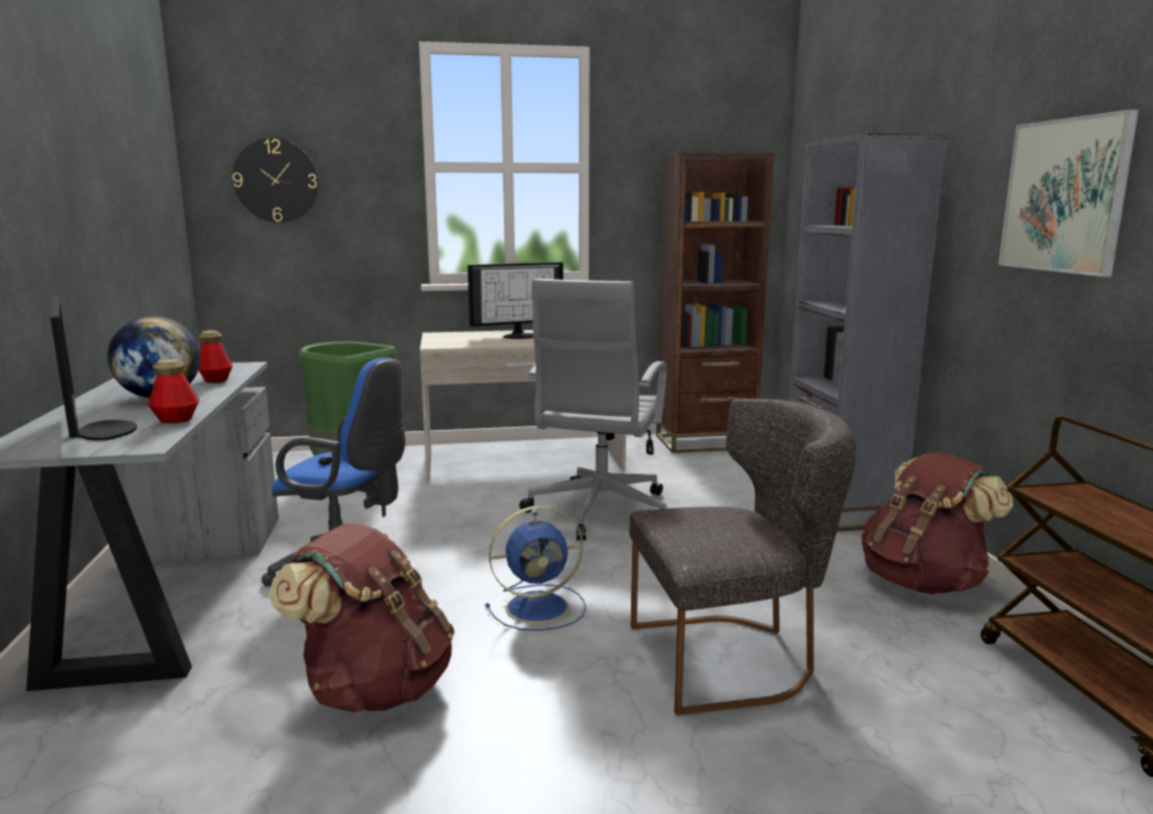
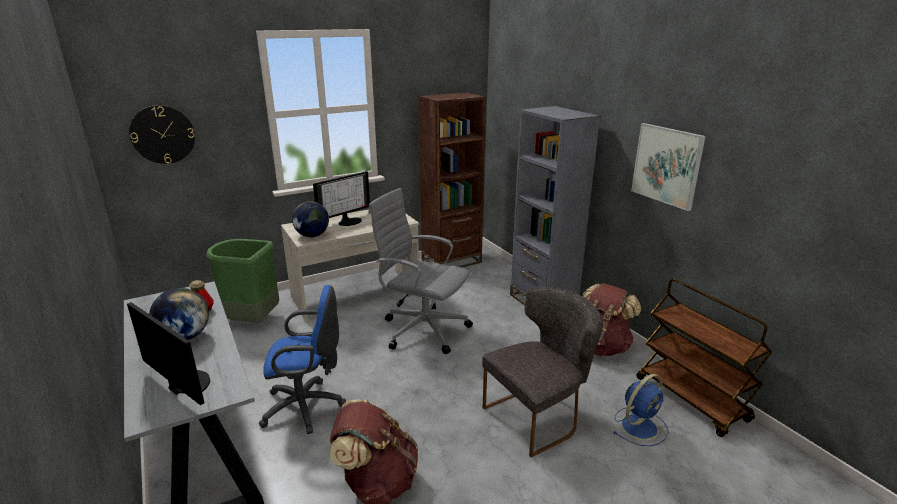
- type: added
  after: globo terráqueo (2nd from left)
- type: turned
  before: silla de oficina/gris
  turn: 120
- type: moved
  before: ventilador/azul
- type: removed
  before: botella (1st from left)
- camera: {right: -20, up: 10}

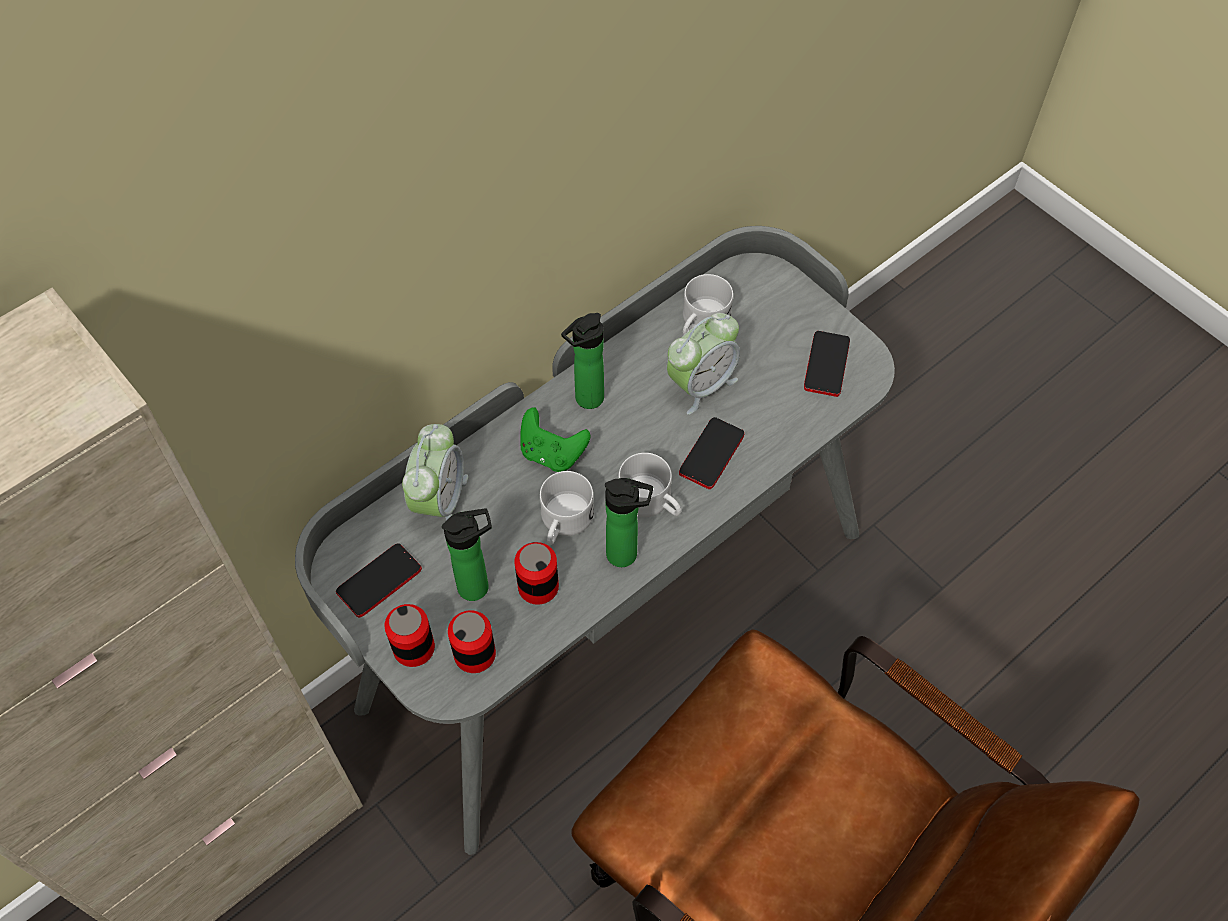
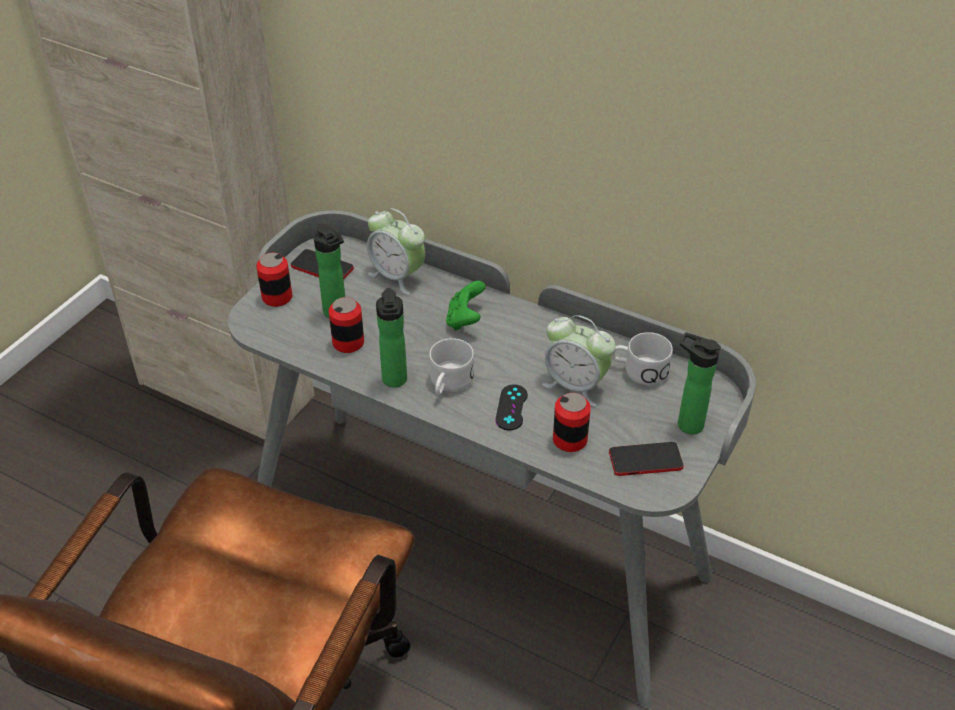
- type: turned
  before: despertador (1st from left)
  turn: 45
- type: replaced
  before: móvil (2nd from left)
  after: mando de consola/negro
- type: moved
  before: lata (2nd from left in the first image)
  after: lata (3rd from left)
- type: moved
  before: botella (2nd from left in the first image)
  after: botella (3rd from left)
- type: removed
  before: taza grande/blanco (1st from left)
- camera: {right: 70, up: -15}

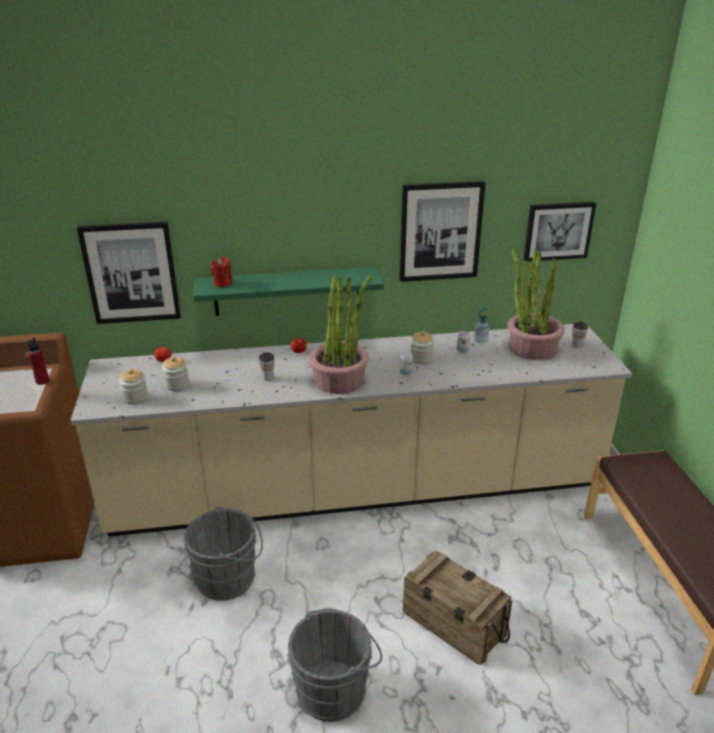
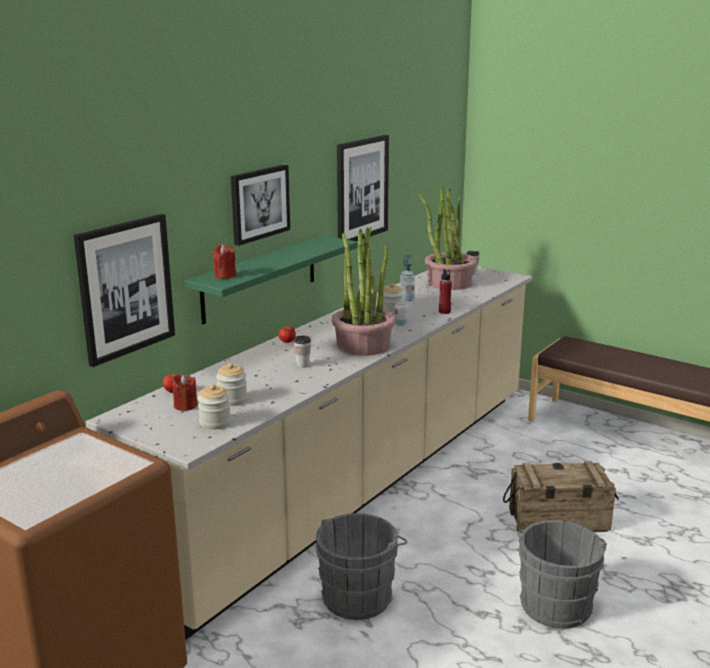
- type: added
  after: vela/rojo (1st from left)
- type: moved
  before: cuadro (3rd from left in the first image)
  after: cuadro (2nd from left)
- type: moved
  before: botella/rojo
- camera: {right: -45, up: -10}

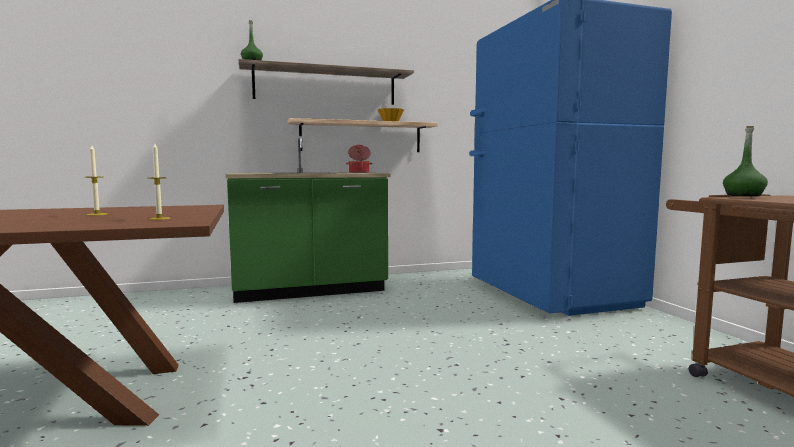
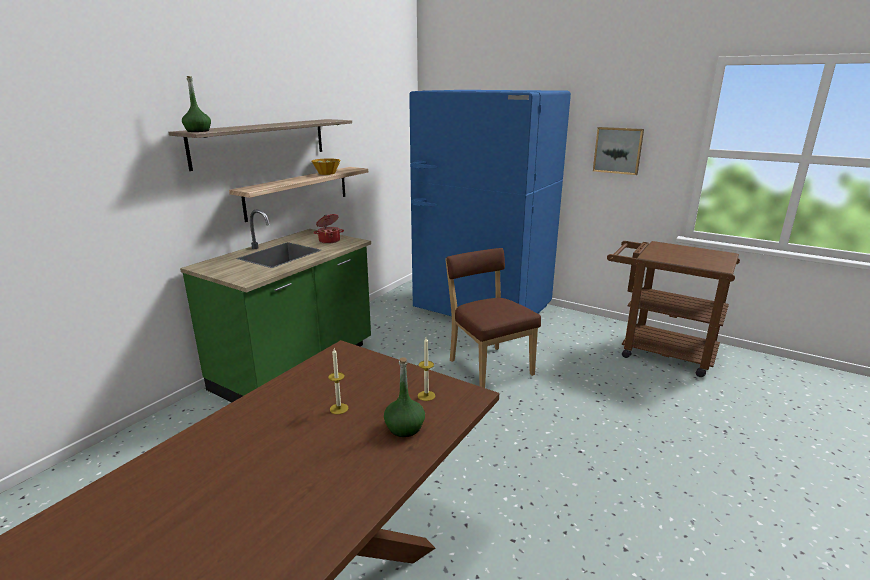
- type: moved
  before: botella/verde (2nd from left)
- type: added
  after: silla/marrón
- type: added
  after: cuadro
- camera: {right: -40, up: 15}

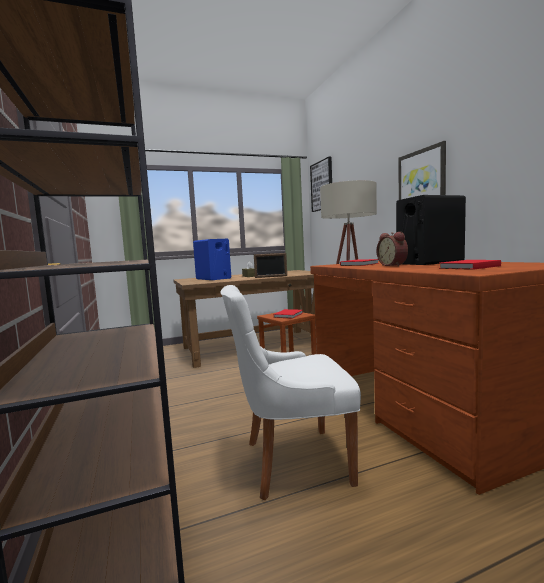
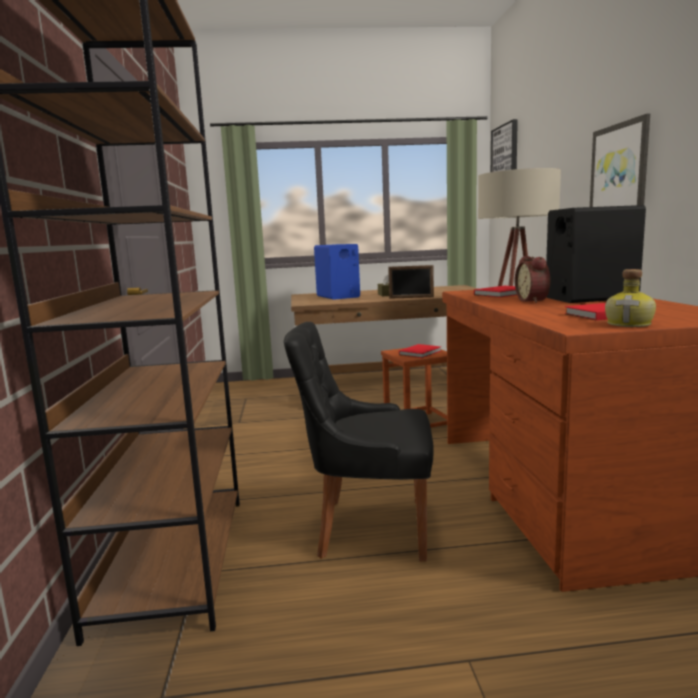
- type: recoloured
  before: silla/blanco
  after: silla/negro
- type: added
  after: botella
- camera: {right: 15, up: 5}

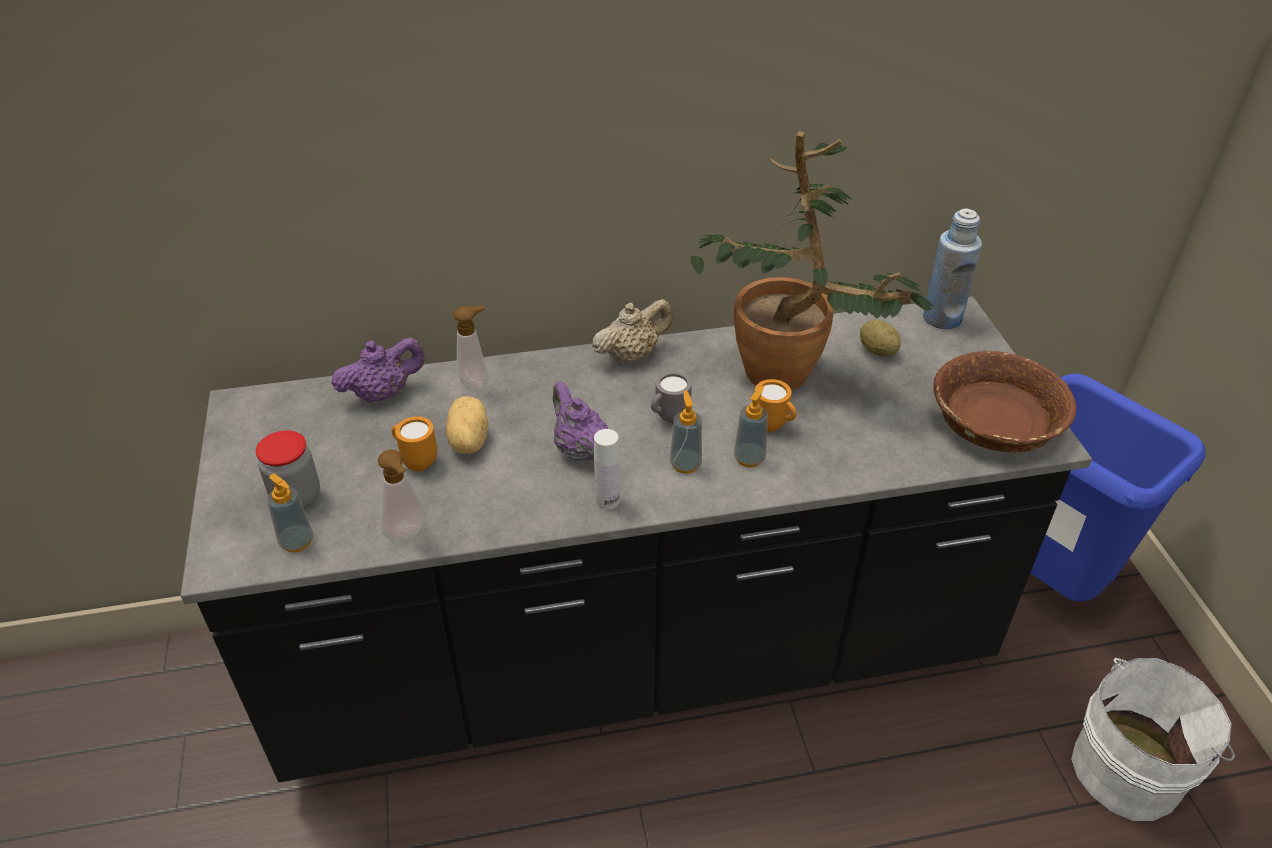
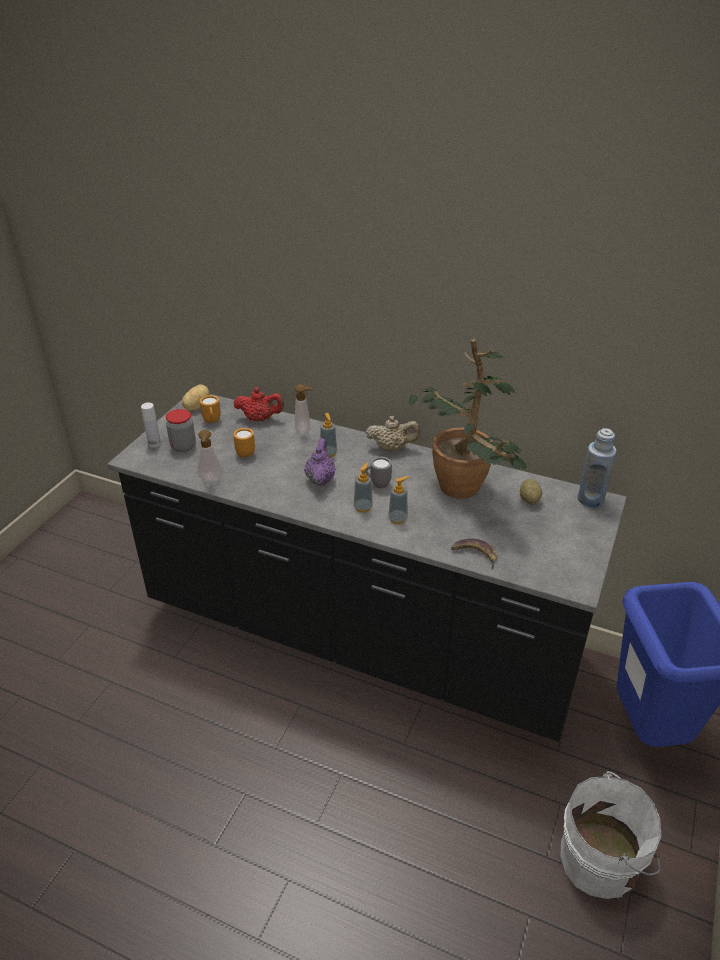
- type: moved
  before: botella/blanco
- type: moved
  before: patata (1st from left)
- type: moved
  before: taza grande/naranja (2nd from left in the first image)
  after: taza grande/naranja (1st from left)
- type: recoloured
  before: tetera/morado (1st from left)
  after: tetera/rojo
- type: moved
  before: dispensador de jabón (1st from left in the first image)
  after: dispensador de jabón (3rd from left)
- type: added
  after: plátano
- type: removed
  before: cuenco/marrón
- camera: {right: 35, up: -5}

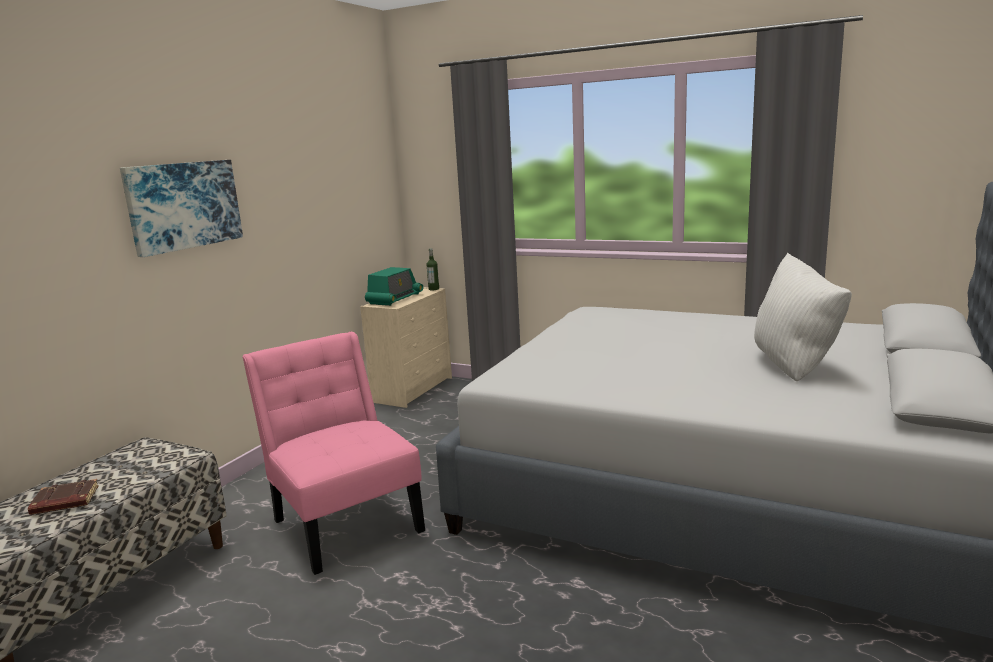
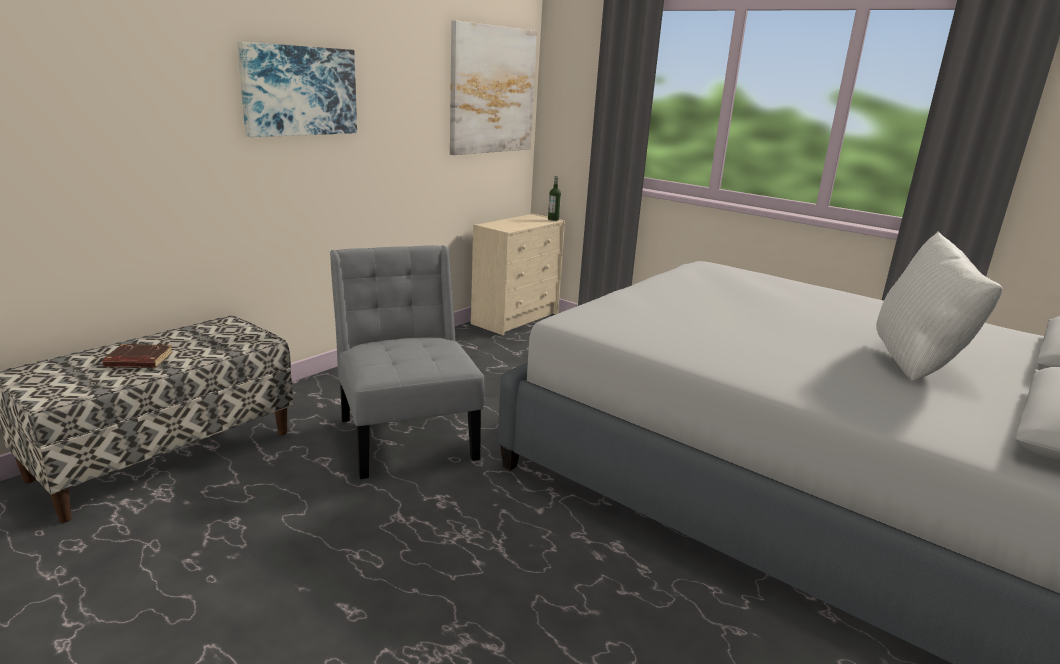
- type: recoloured
  before: silla/rosa
  after: silla/gris
- type: added
  after: cuadro (2nd from left)
- type: removed
  before: radio
- camera: {right: 10, up: 5}

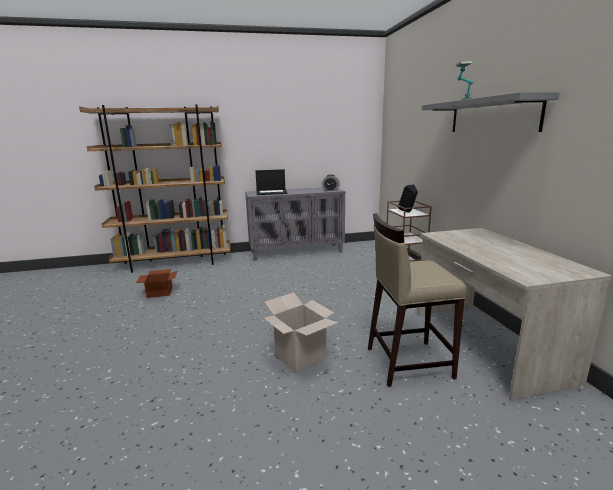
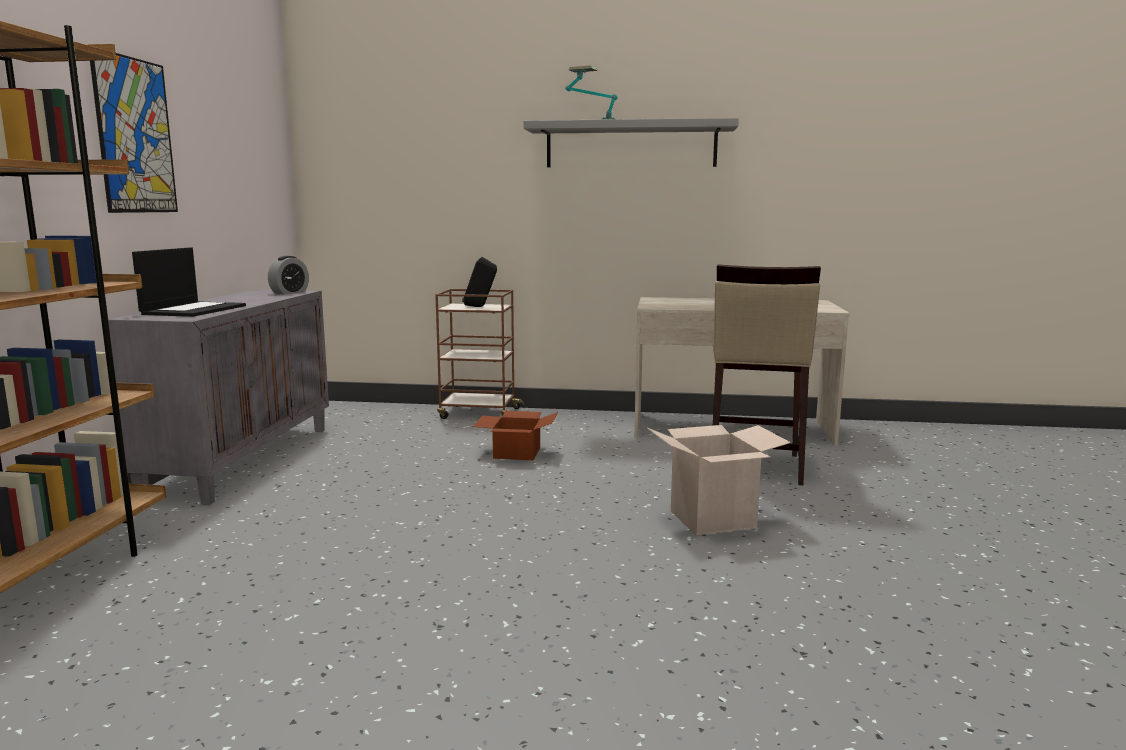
- type: added
  after: cuadro
- type: moved
  before: caja de cartón (1st from left)
- camera: {right: -70, up: -5}

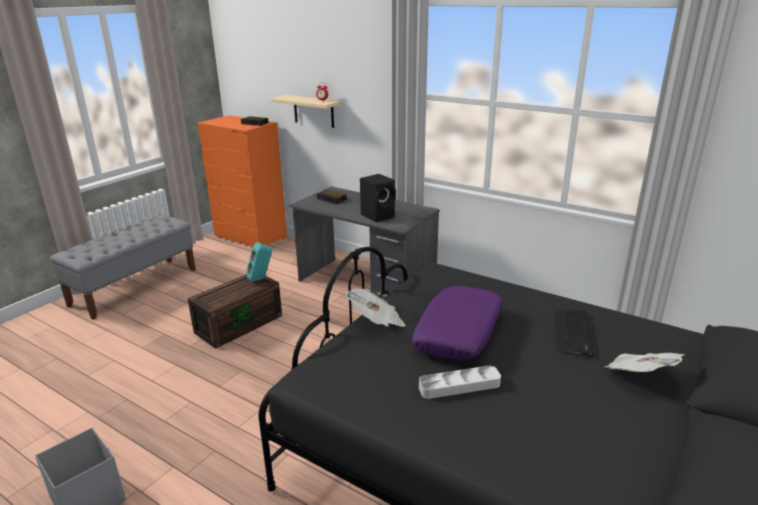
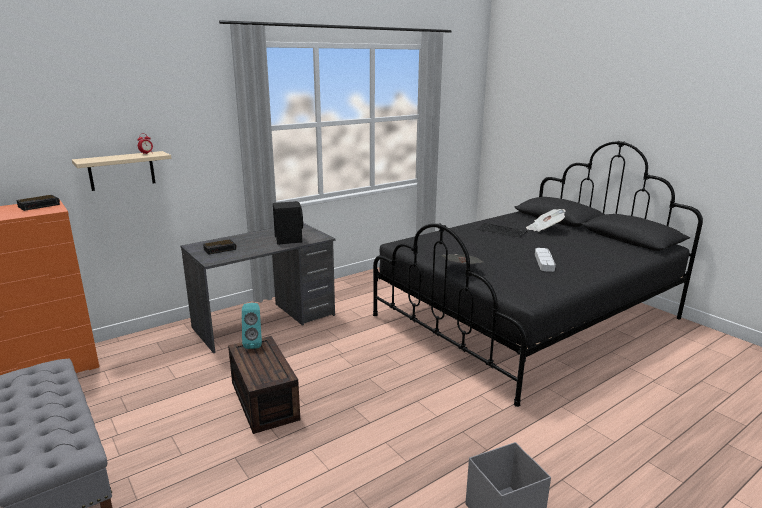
- type: removed
  before: cojín/morado
- camera: {right: -70, up: -5}

